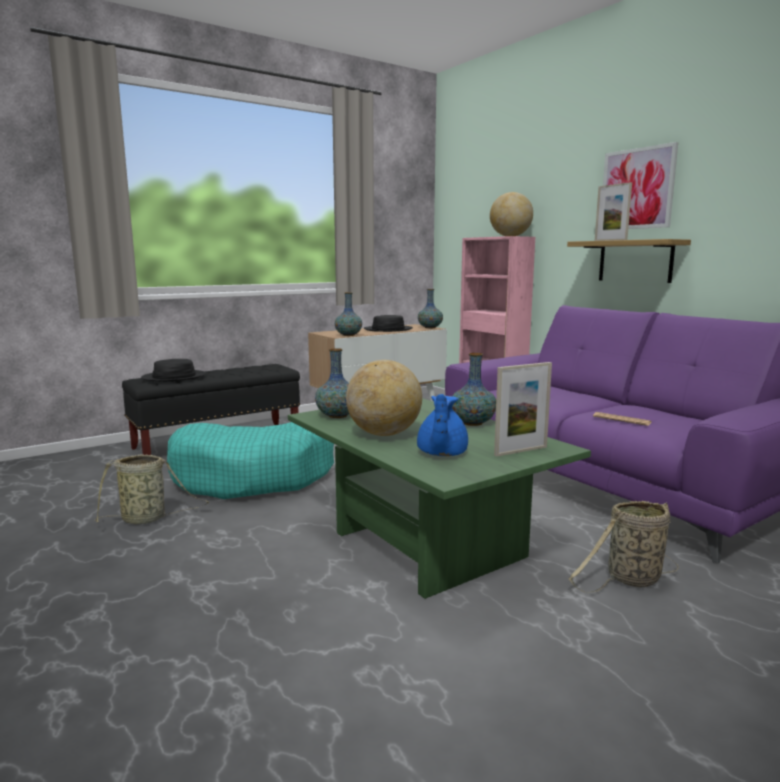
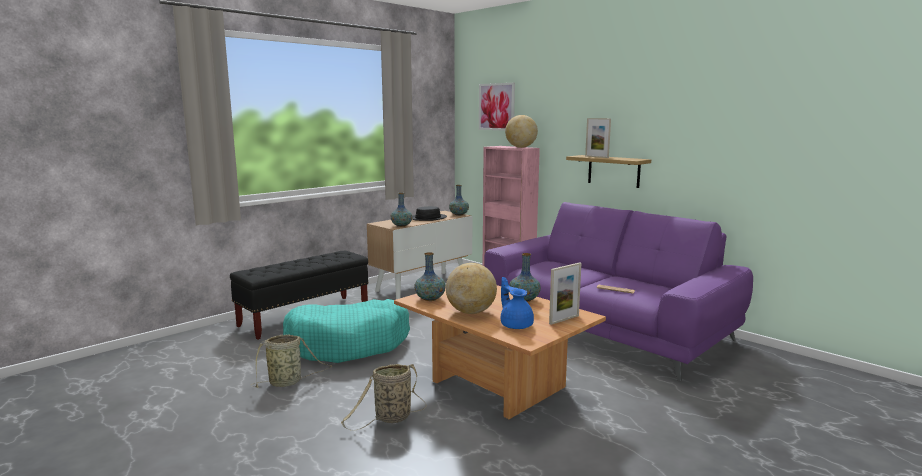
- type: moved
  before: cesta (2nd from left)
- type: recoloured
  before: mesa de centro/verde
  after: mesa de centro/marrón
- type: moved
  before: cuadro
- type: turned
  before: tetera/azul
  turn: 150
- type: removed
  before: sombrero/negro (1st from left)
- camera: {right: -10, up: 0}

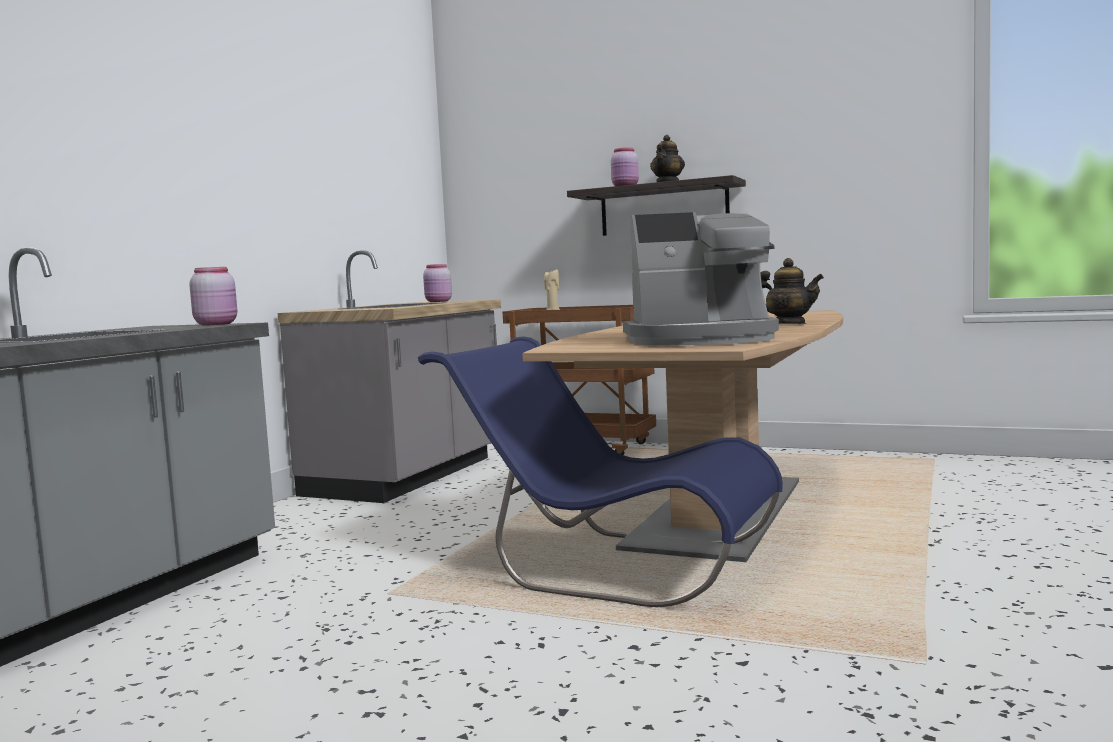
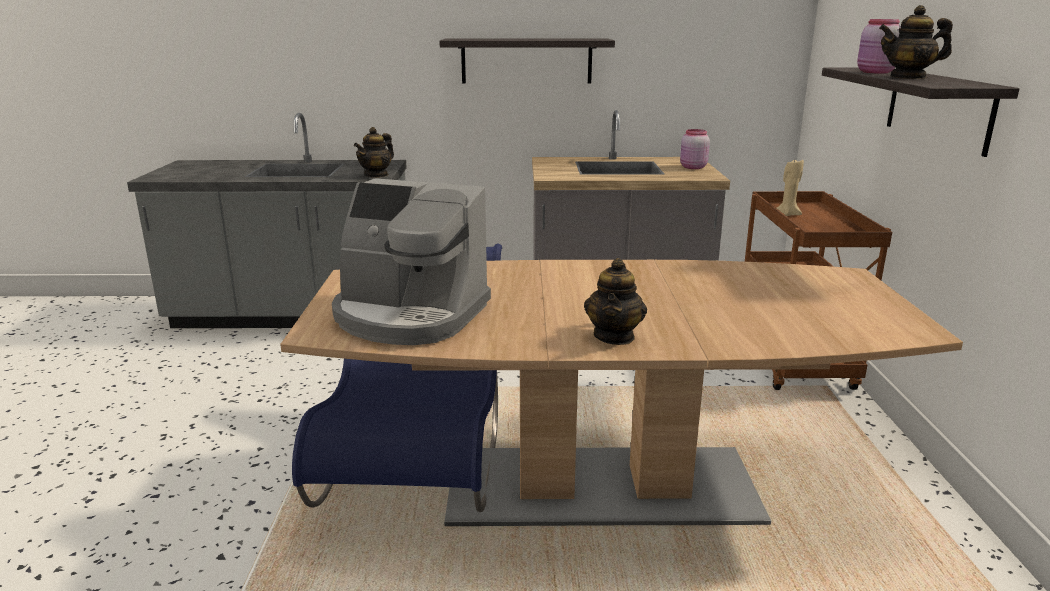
- type: turned
  before: cafetera
  turn: -45
- type: replaced
  before: tarro/rosa (1st from left)
  after: tetera (1st from left)
- type: added
  after: estante (1st from left)
- camera: {right: 65, up: 15}

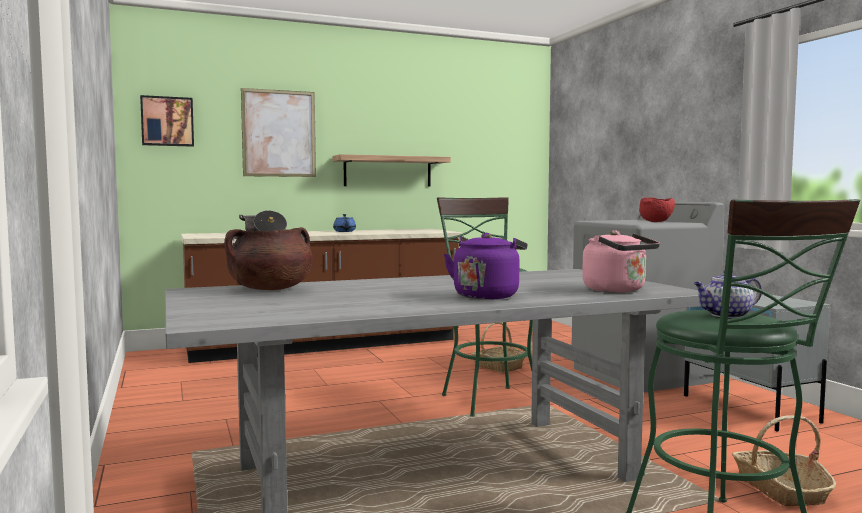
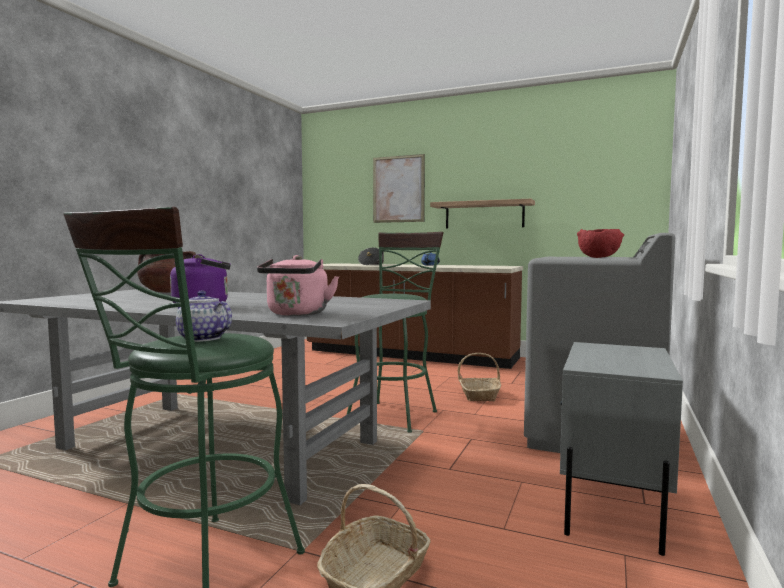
- type: removed
  before: cuadro (1st from left)
- camera: {right: 45, up: 0}

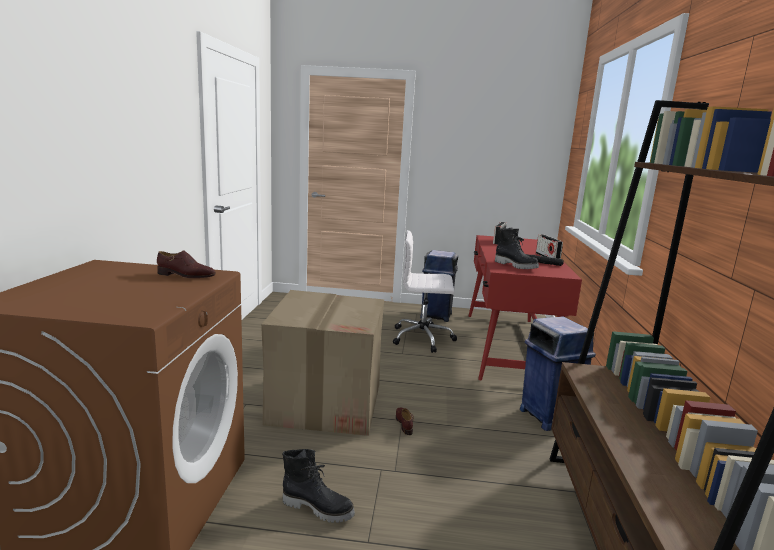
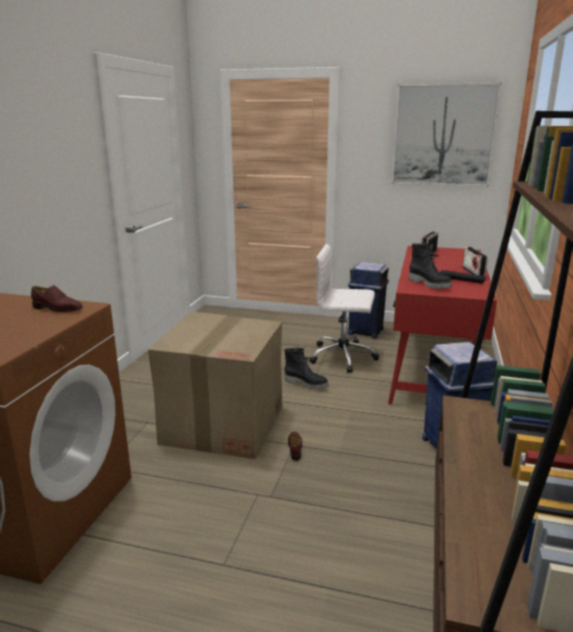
- type: moved
  before: bota/negro (1st from left)
- type: added
  after: cuadro
- camera: {right: 10, up: 5}

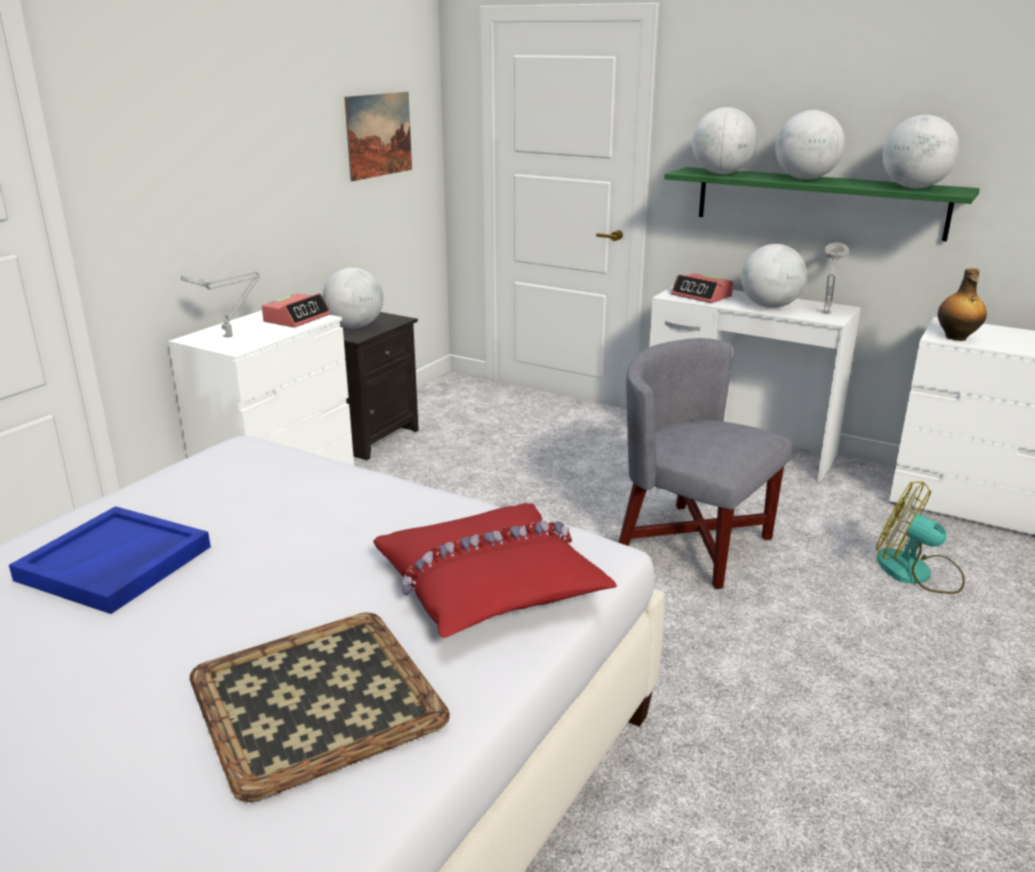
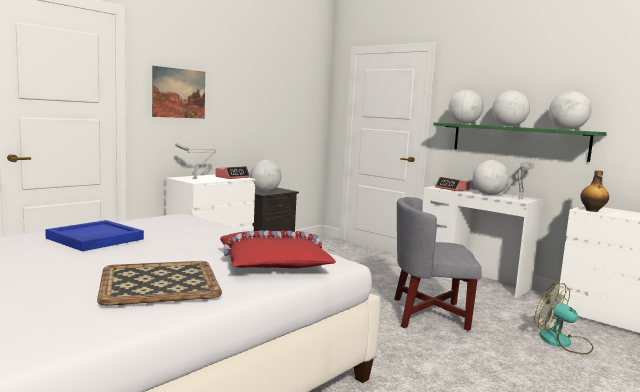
- type: moved
  before: cuadro
- type: turned
  before: sillón/gris
  turn: -45
- camera: {right: 10, up: -15}

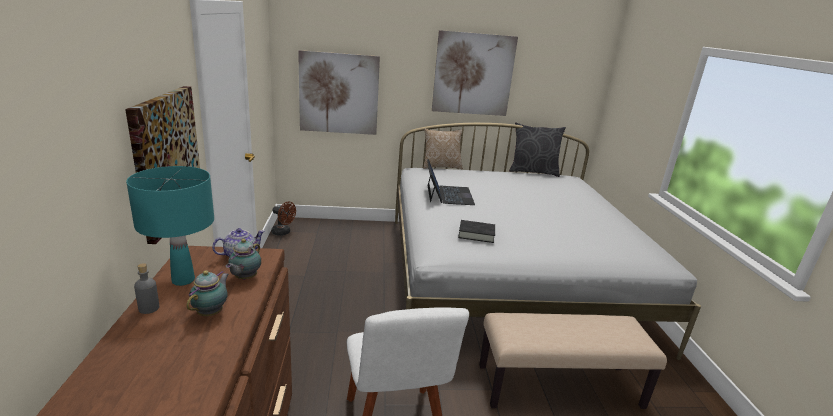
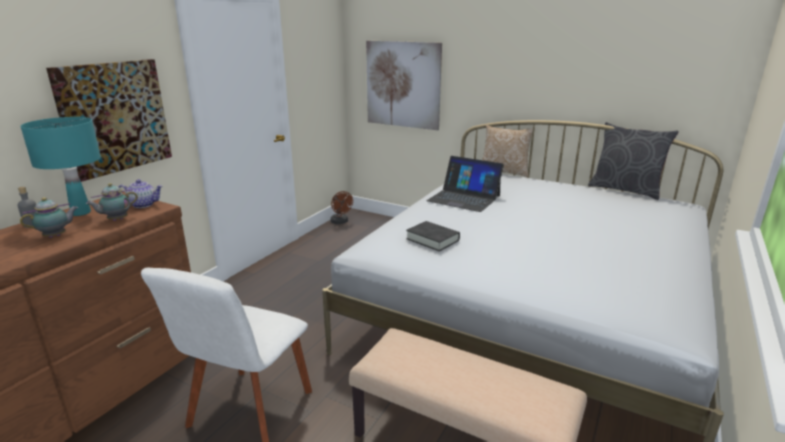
- type: turned
  before: portátil
  turn: 90
- type: removed
  before: cuadro (3rd from left)
- camera: {right: 35, up: 0}

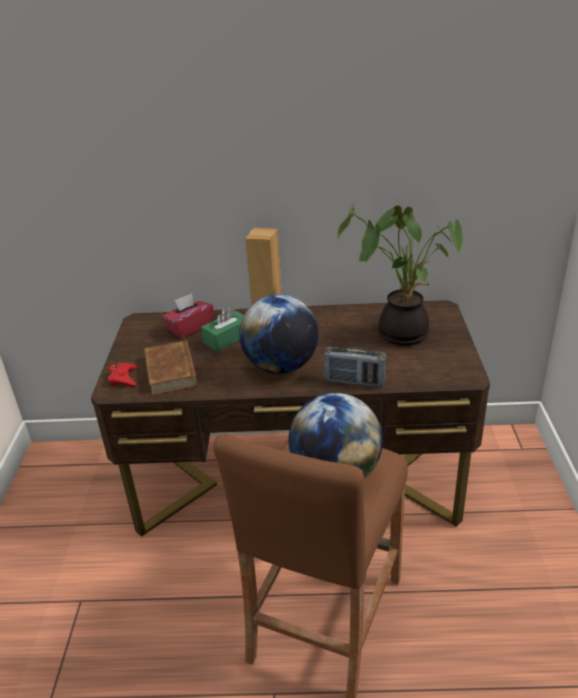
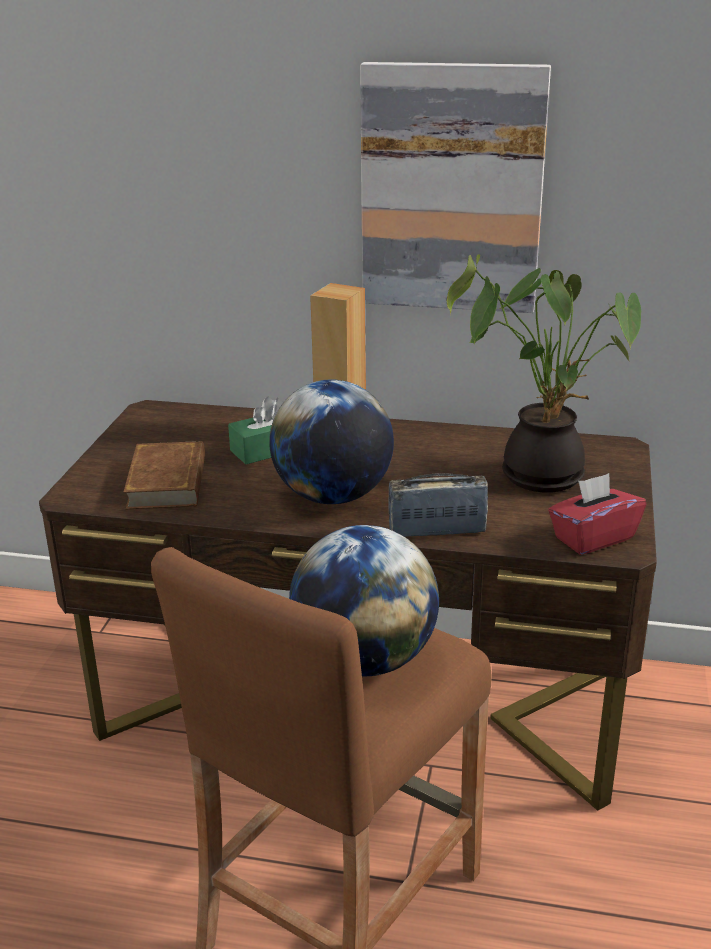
- type: added
  after: cuadro
- type: turned
  before: radio
  turn: 150
- type: moved
  before: caja de pañuelos/rojo
- type: removed
  before: mando de consola/rojo
- camera: {right: 10, up: -5}

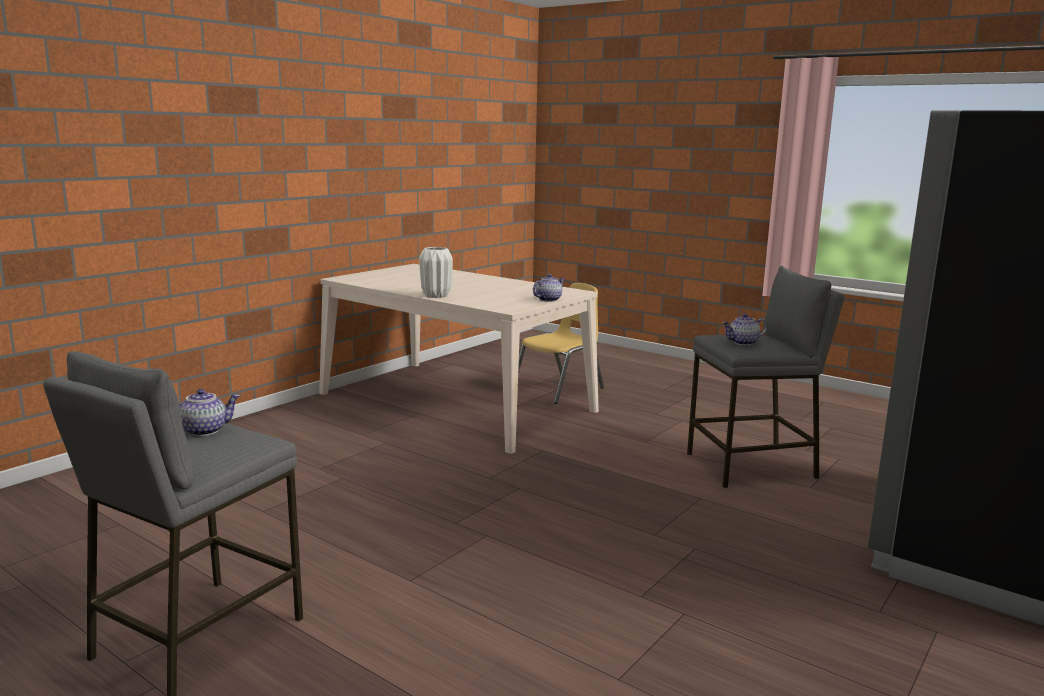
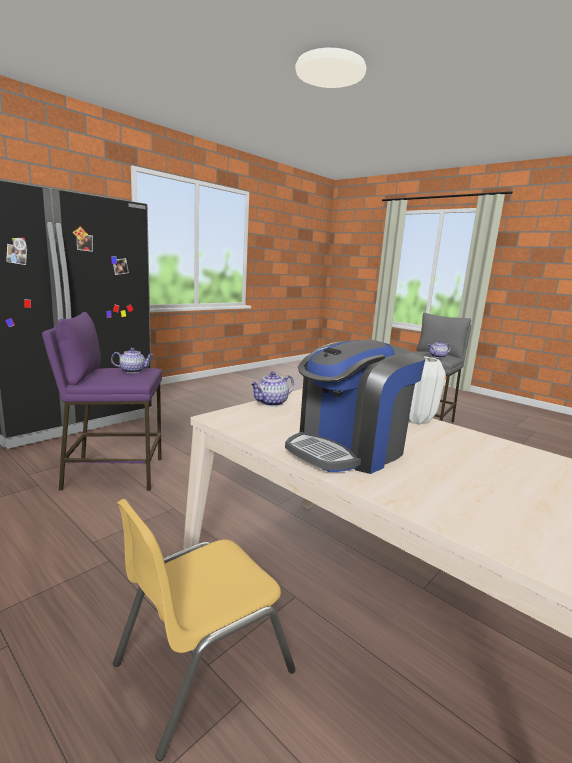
- type: recoloured
  before: taburete/gris (2nd from left)
  after: taburete/morado
- type: added
  after: cafetera
- camera: {right: -175, up: 0}

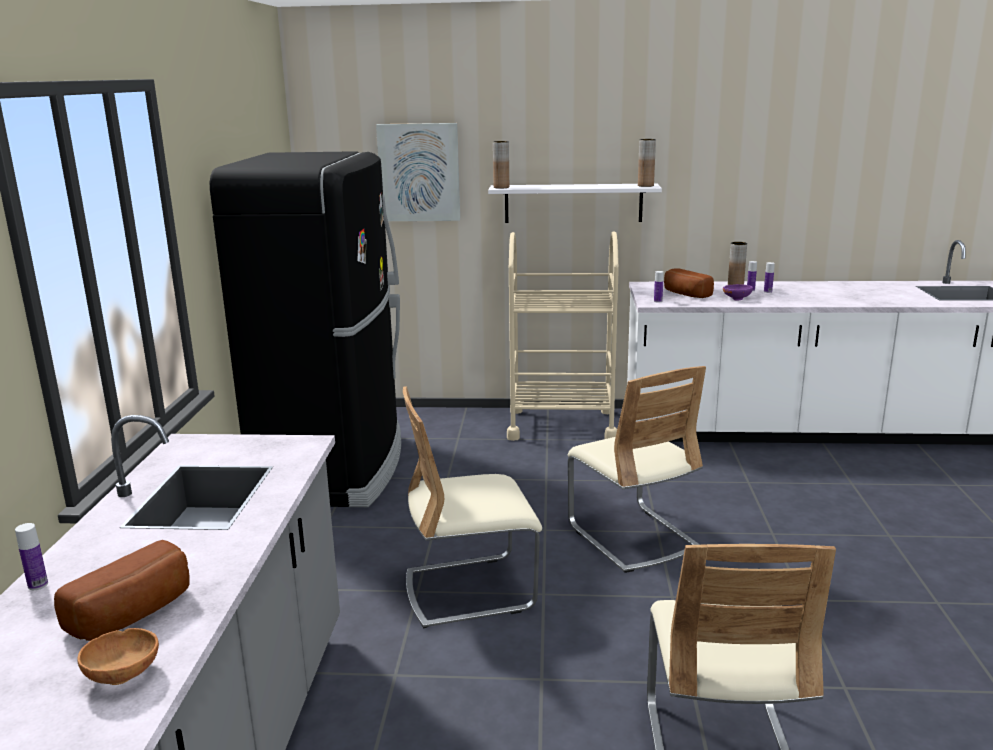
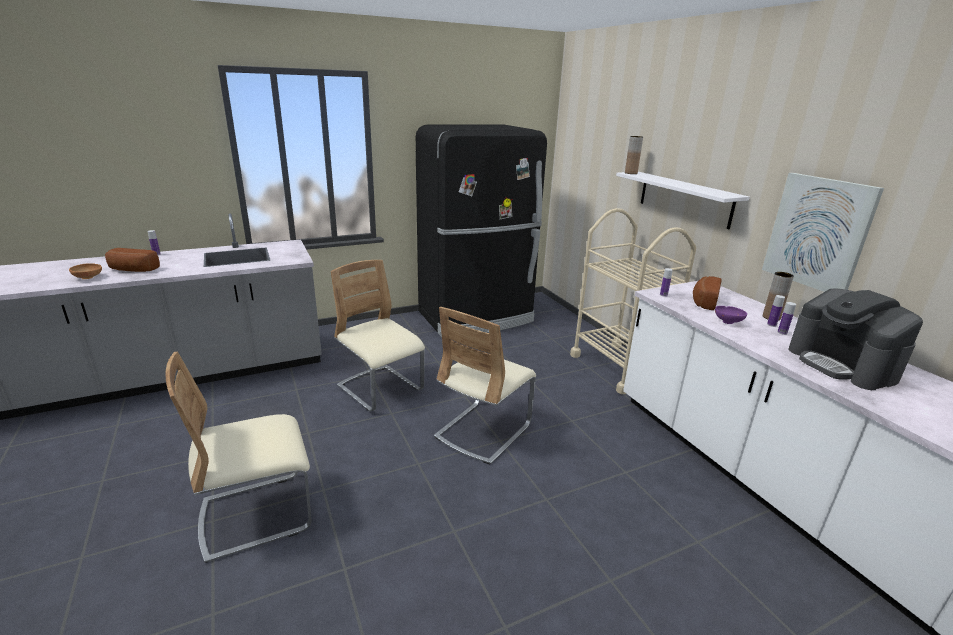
- type: moved
  before: cuadro
- type: added
  after: cafetera
- type: removed
  before: florero/marrón (2nd from left)
- camera: {right: 60, up: 5}

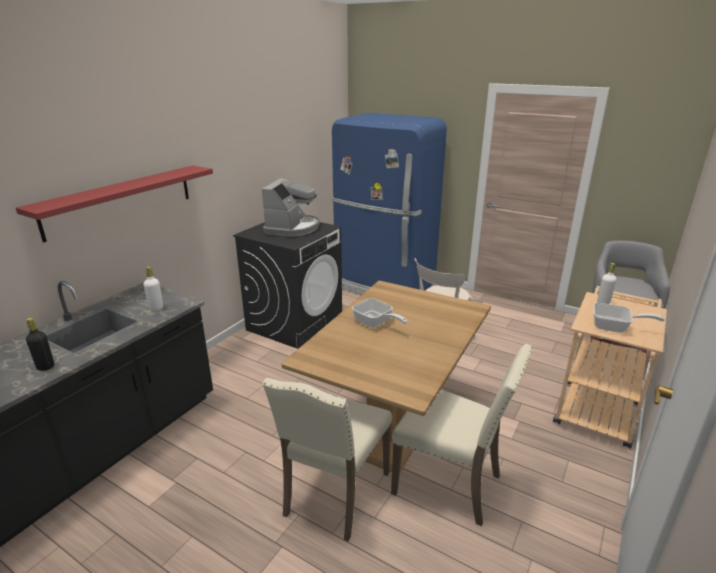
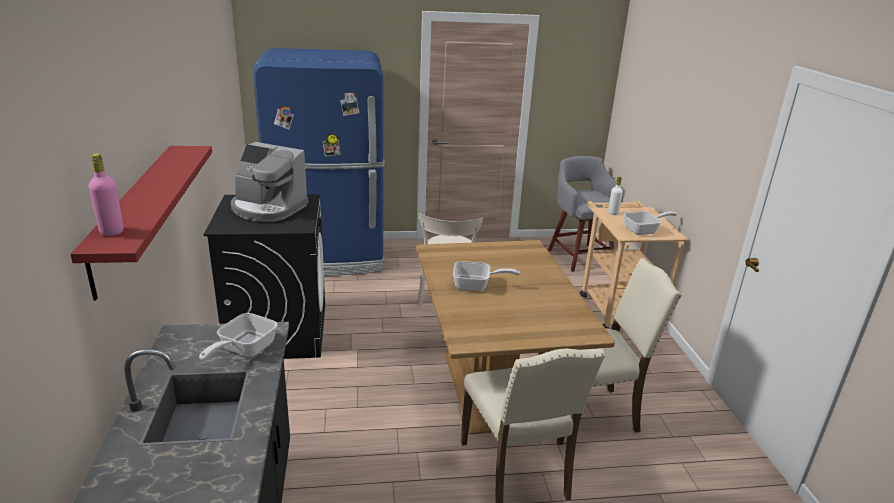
- type: added
  after: botella/rosa
- type: replaced
  before: botella/blanco (1st from left)
  after: sartén (1st from left)
- type: turned
  before: cafetera
  turn: 135
- type: removed
  before: botella/negro
- camera: {right: -40, up: 0}

